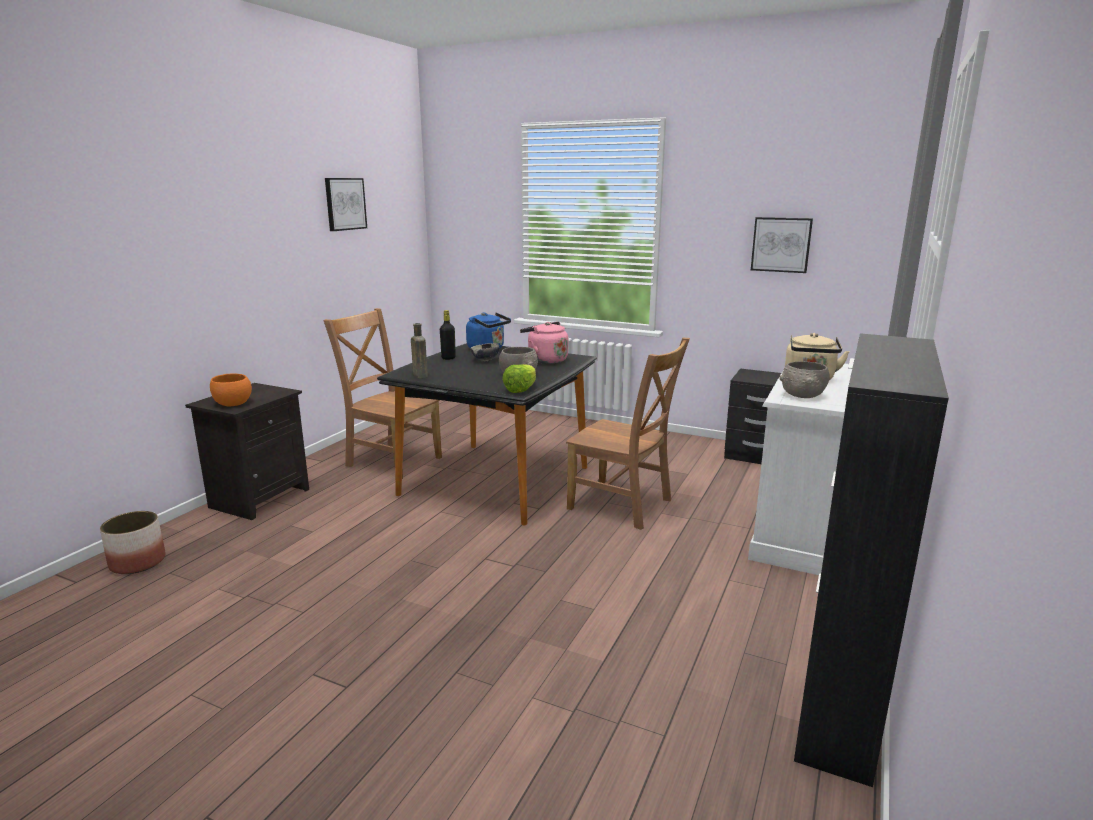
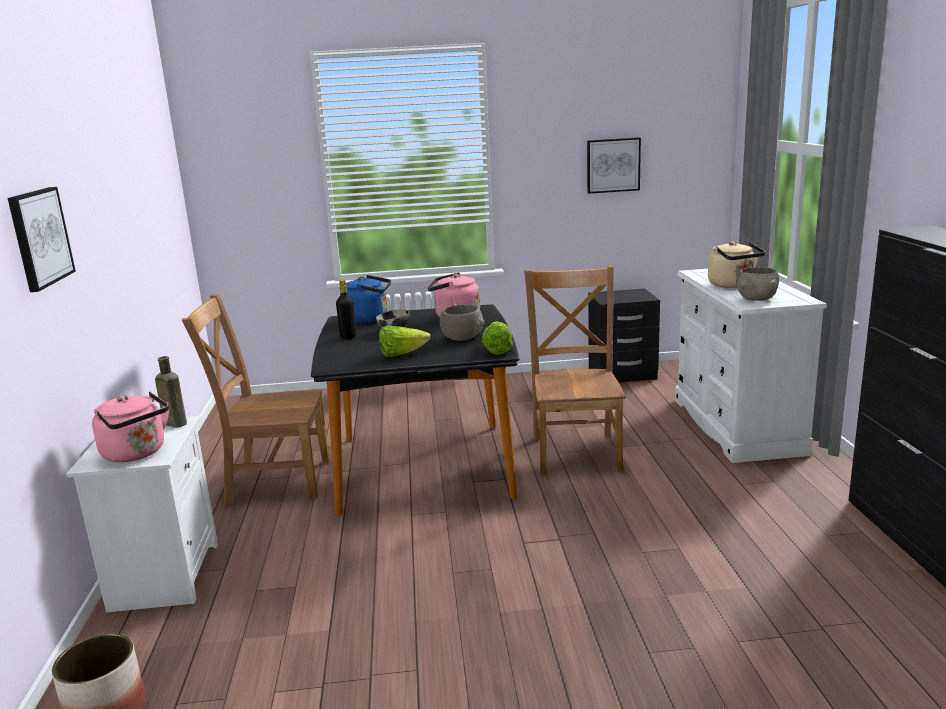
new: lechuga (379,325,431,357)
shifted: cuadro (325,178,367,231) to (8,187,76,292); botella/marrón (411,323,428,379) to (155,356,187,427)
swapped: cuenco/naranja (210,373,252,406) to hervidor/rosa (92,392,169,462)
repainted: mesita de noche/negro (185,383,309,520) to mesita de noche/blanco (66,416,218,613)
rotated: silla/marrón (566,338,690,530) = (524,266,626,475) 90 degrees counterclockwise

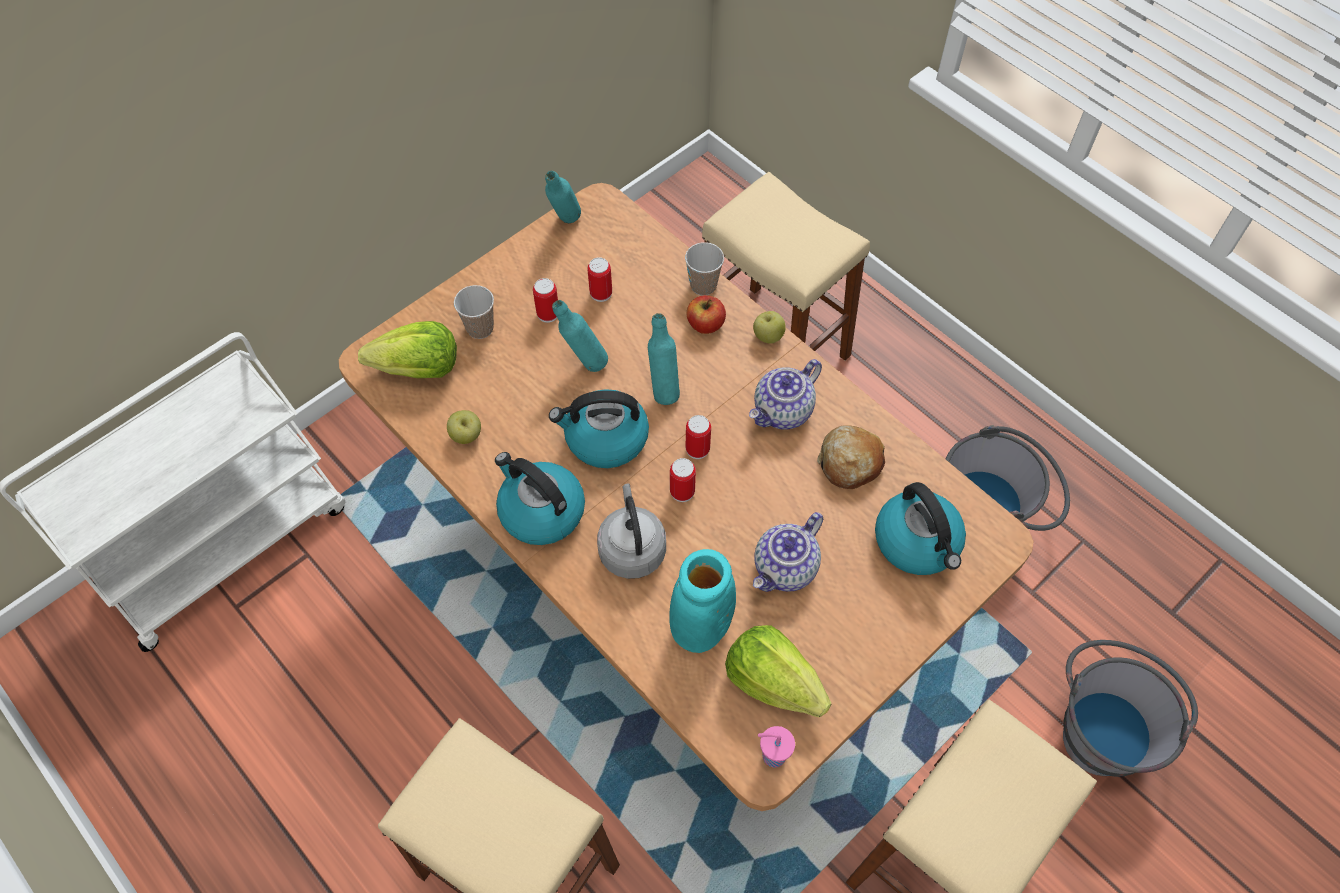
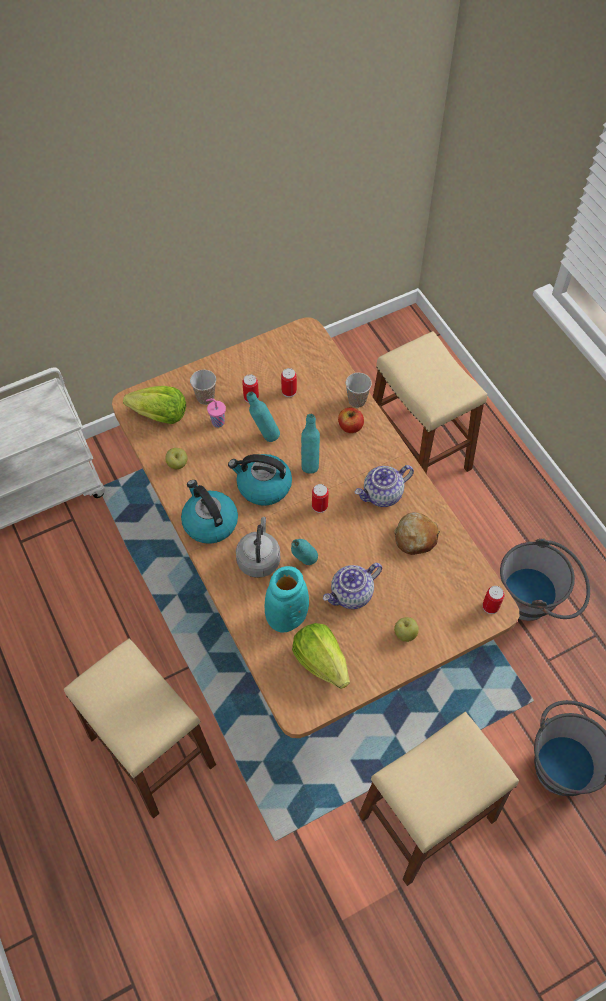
gone: hervidor (875,482,966,575)
shifted: botella/turquesa (545,171,581,223) to (291,539,318,565); manzana (753,311,786,344) to (394,617,419,642); lata (670,458,696,502) to (483,586,504,614); taza/rosa (758,726,795,768) to (206,398,226,427)

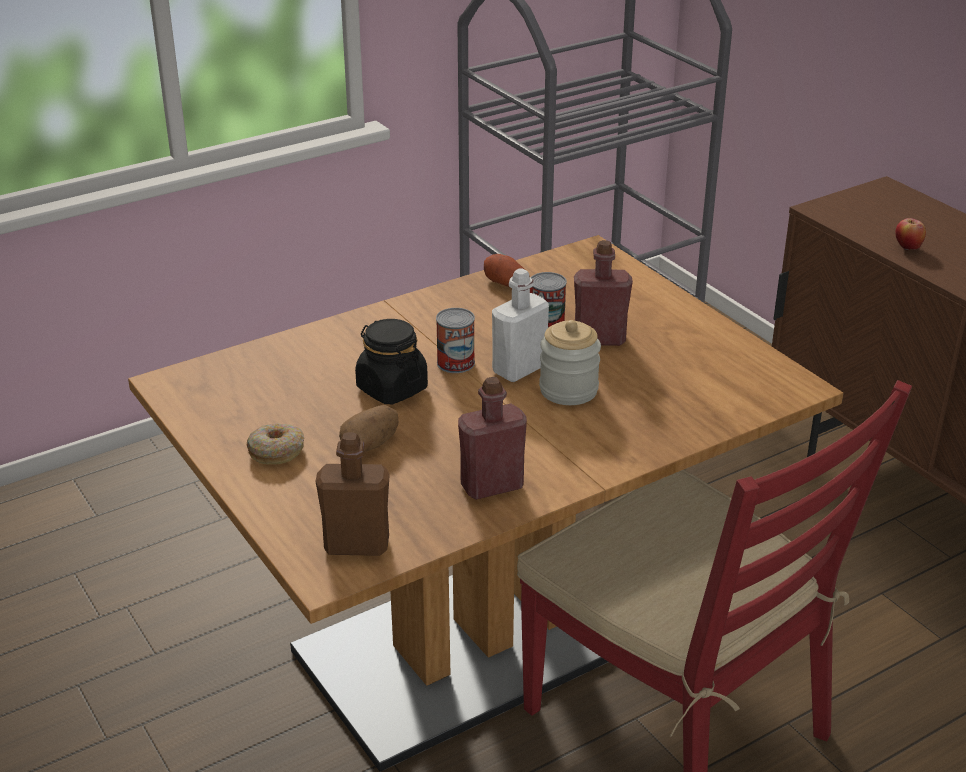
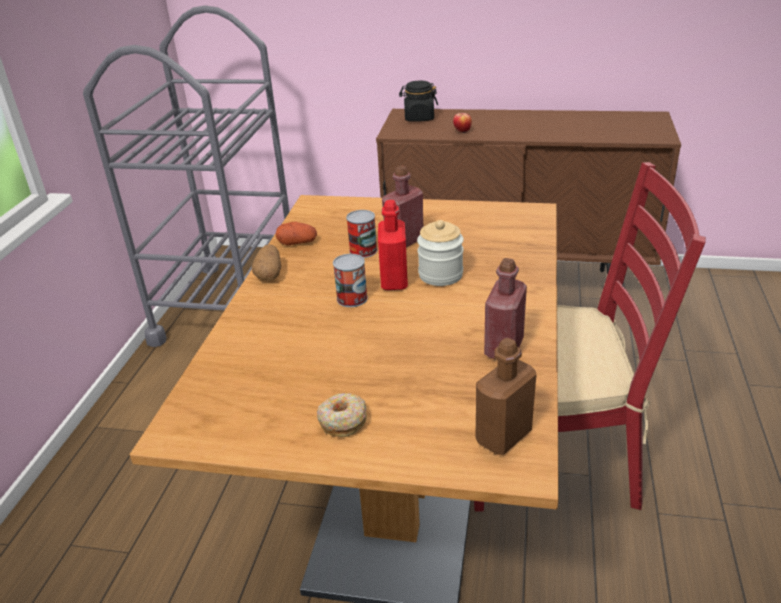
shifted: tarro/negro (355,319,428,404) to (399,81,438,122); patata (339,405,398,452) to (252,245,281,281)
repainted: botella/blanco (492,268,549,382) to botella/rojo (378,200,408,290)

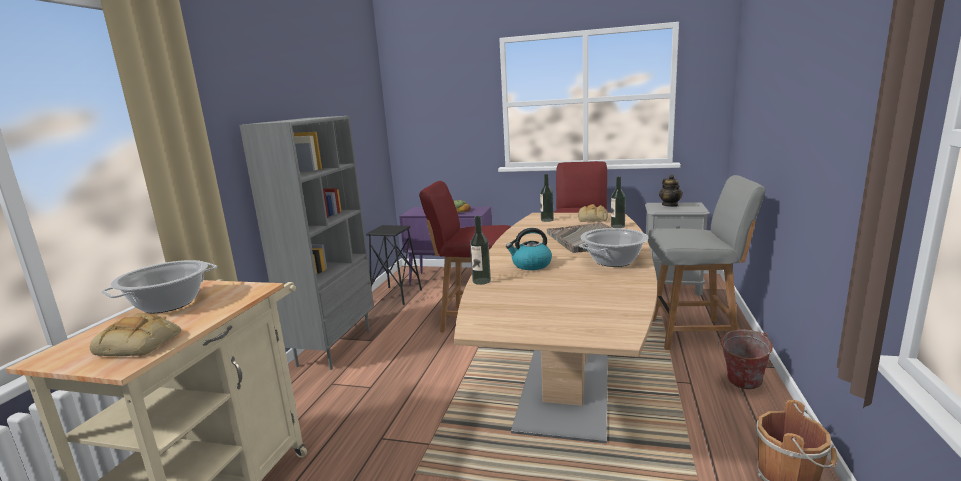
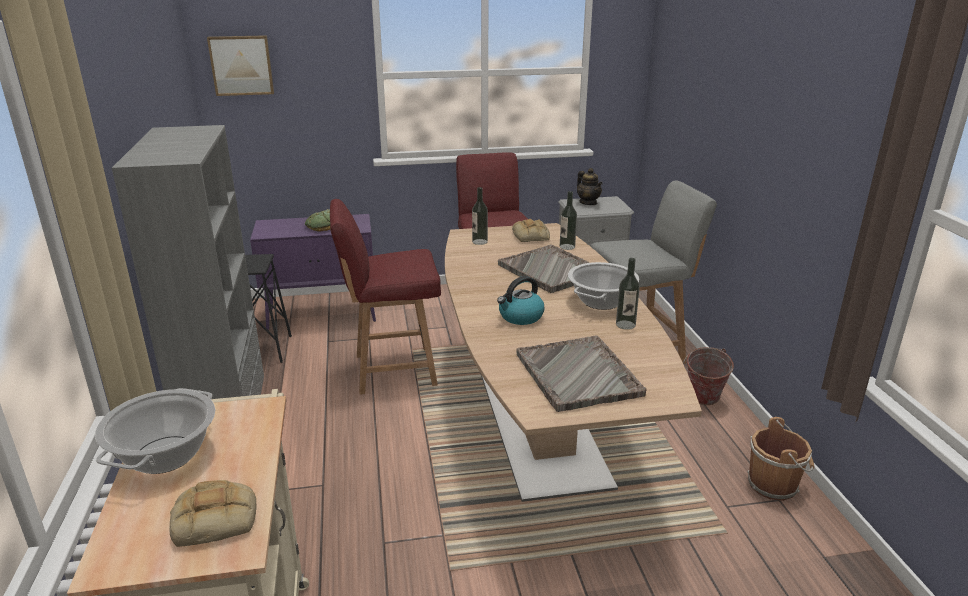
new: cuadro (207,35,274,96); bandeja/gris (516,336,647,412)
shifted: botella (470,216,491,285) to (616,258,640,330)

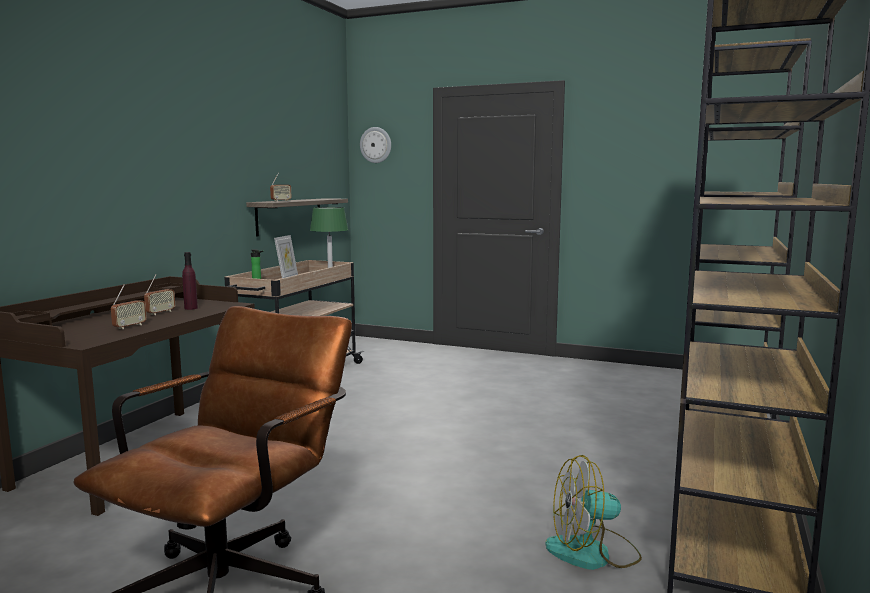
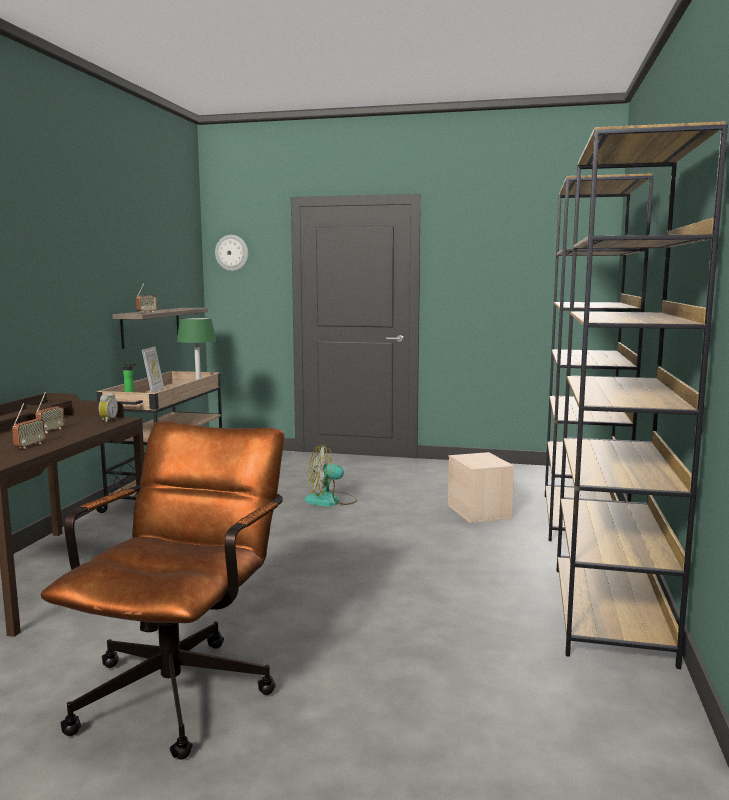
gone: botella/morado (182,252,198,310)
new: despertador (99,392,118,423); caja de almacenaje/beis (447,452,514,523)
shifted: ventilador (545,455,642,570) to (305,445,357,506)

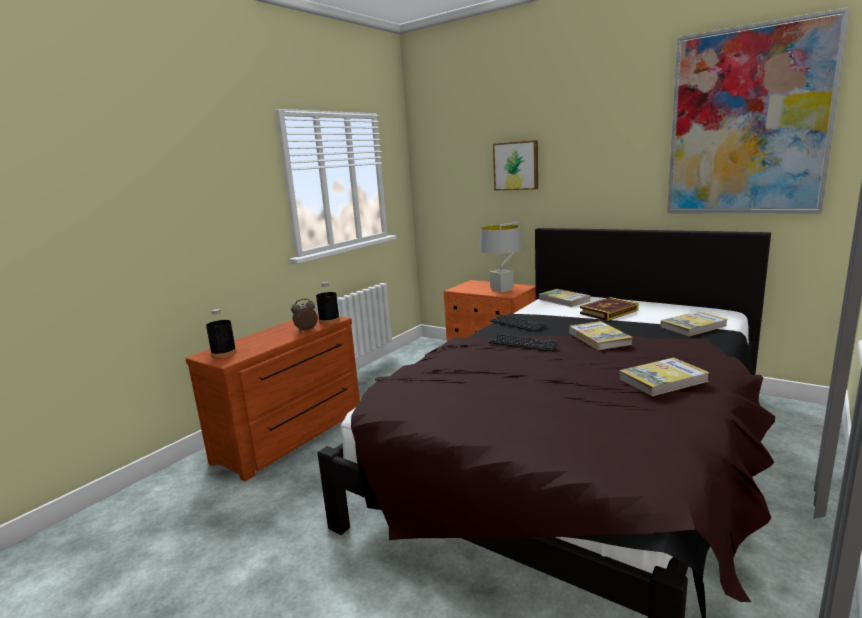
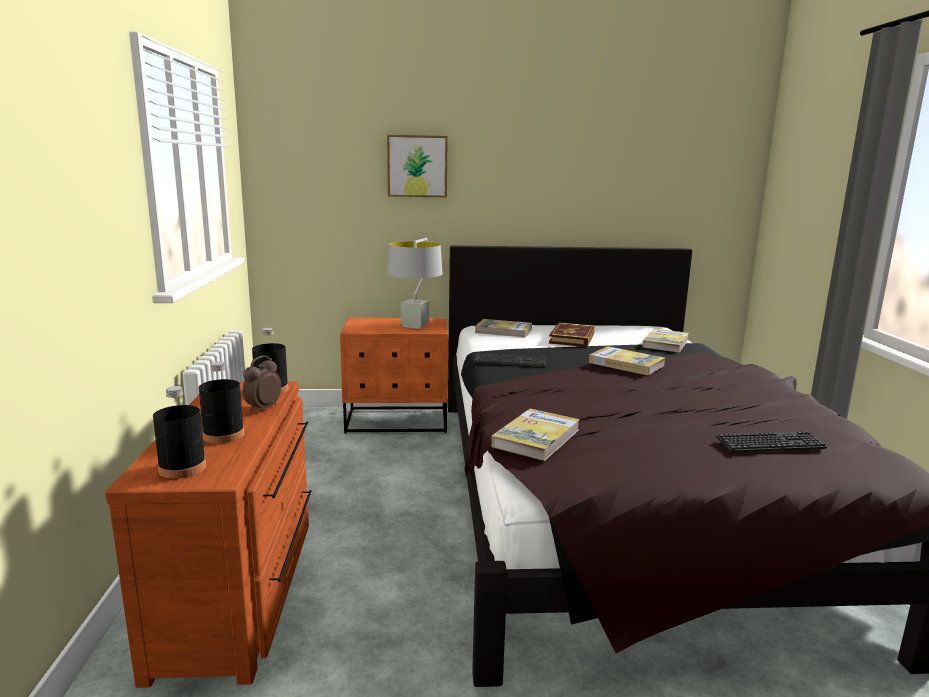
gone: cuadro (667,7,850,213)
new: botella/negro (199,361,244,444)
shifted: teclado (489,334,558,352) to (716,431,827,453); libro (619,358,710,396) to (492,409,580,461)

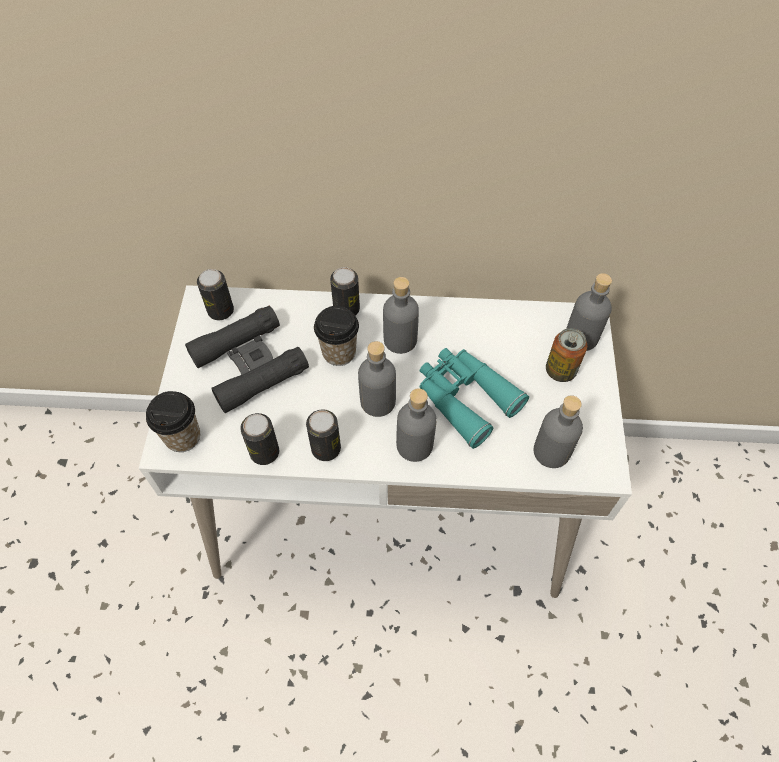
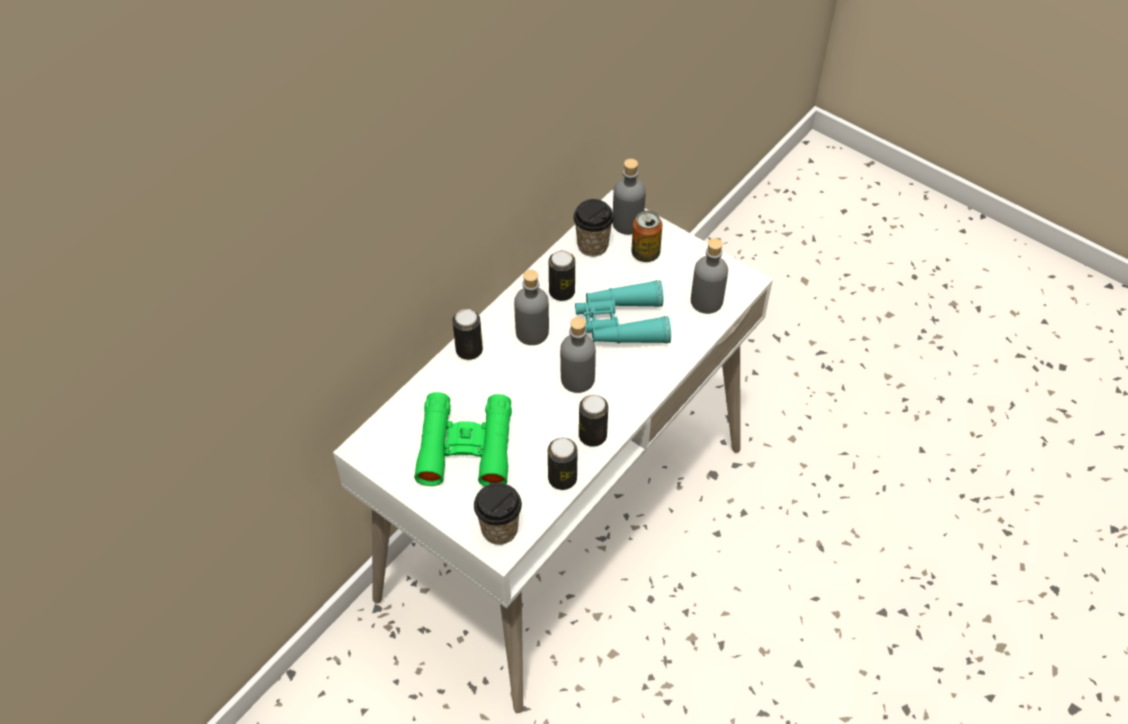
gone: botella/gris (396,388,437,462)
shifted: lata (197,269,234,320) to (549,250,575,301); taza (314,306,359,366) to (573,199,614,257)
repainted: prismáticos/negro (185,306,309,413) to prismáticos/verde (414,392,512,486)

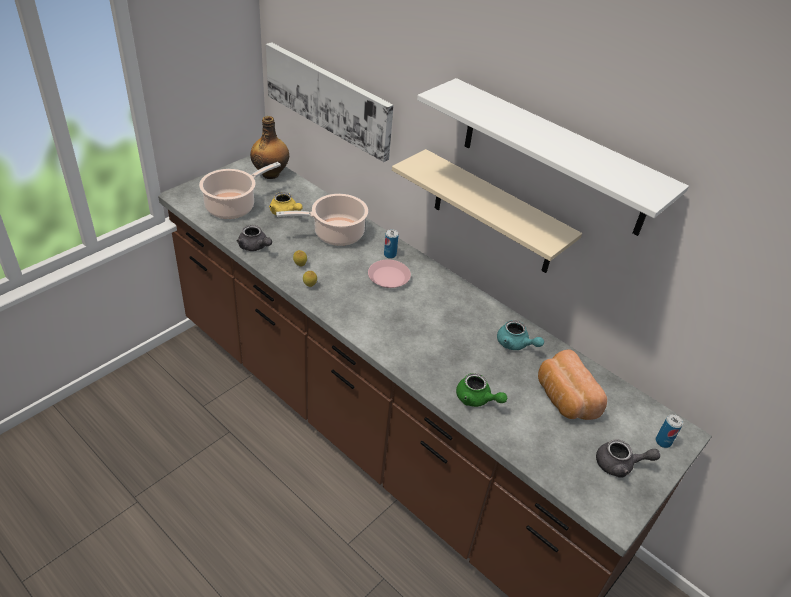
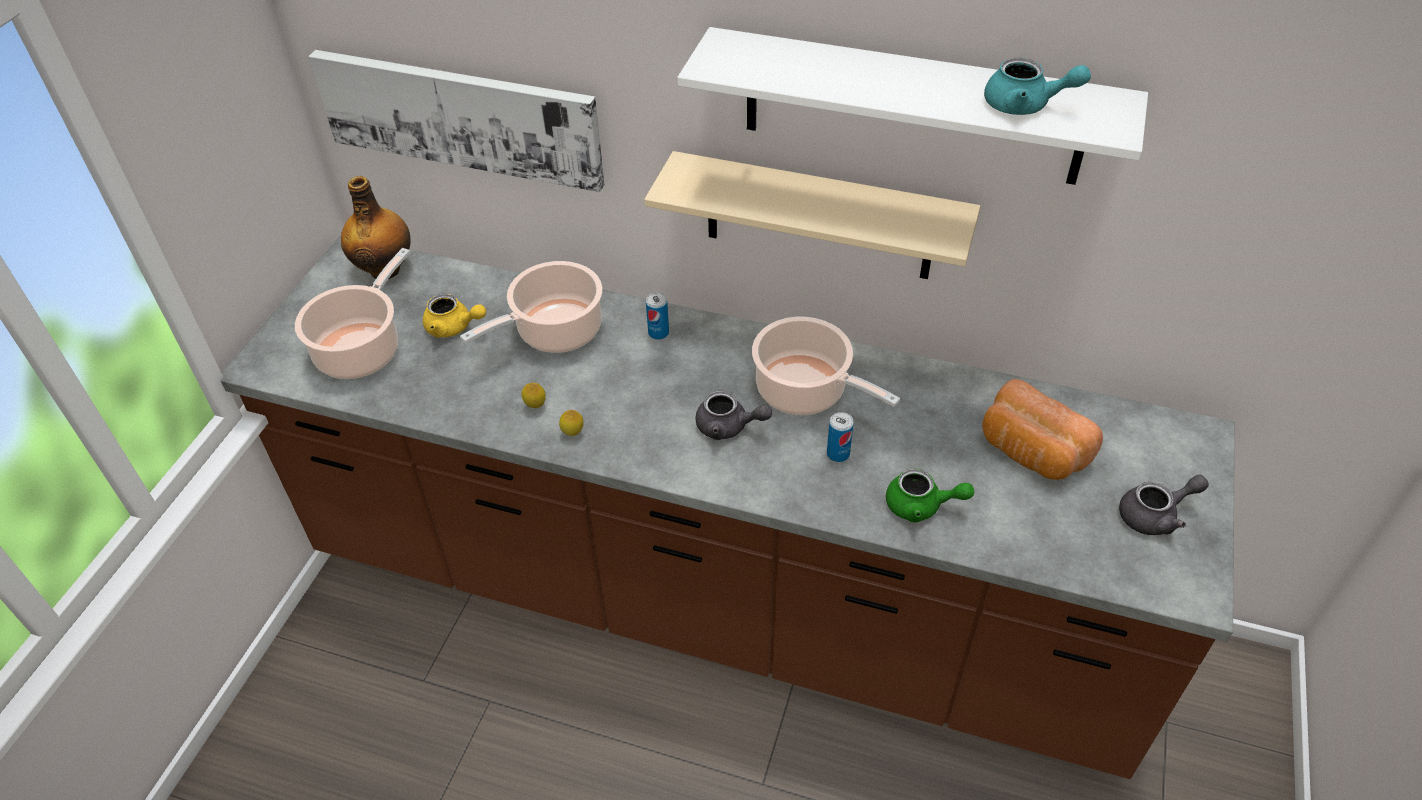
gone: plato/rosa (368,260,411,288)
new: olla (752,317,900,415)
shifted: tetera/gris (237,225,272,251) to (695,391,772,440); tetera/turquesa (497,320,544,350) to (984,57,1091,115); lata (656,414,683,448) to (827,412,854,462)

